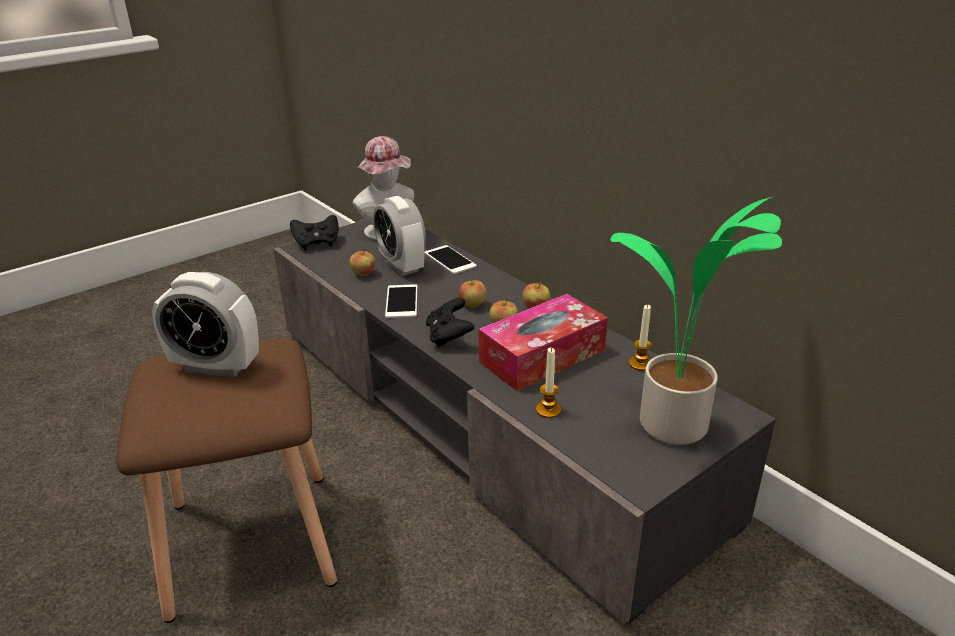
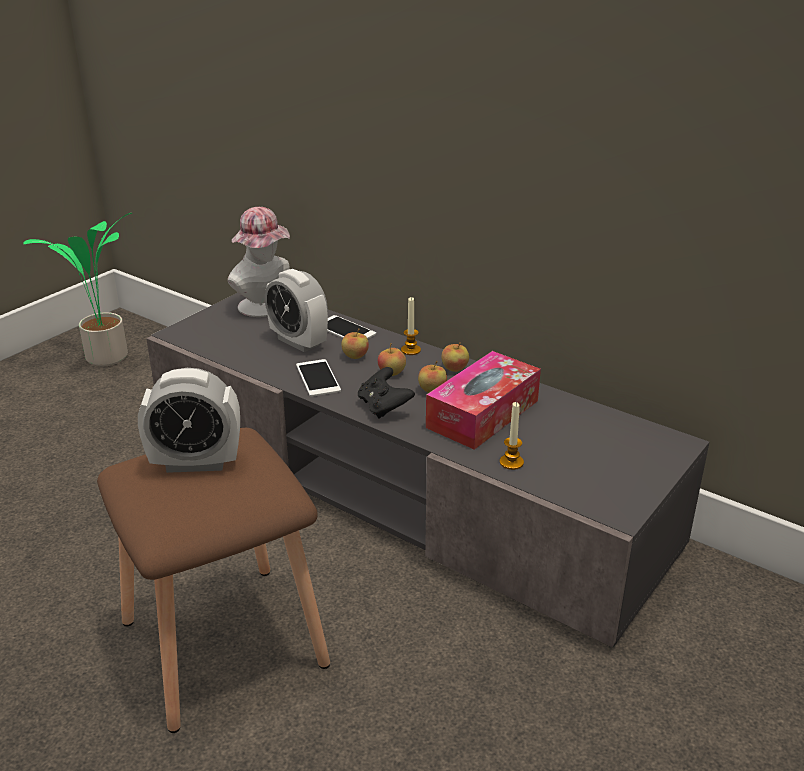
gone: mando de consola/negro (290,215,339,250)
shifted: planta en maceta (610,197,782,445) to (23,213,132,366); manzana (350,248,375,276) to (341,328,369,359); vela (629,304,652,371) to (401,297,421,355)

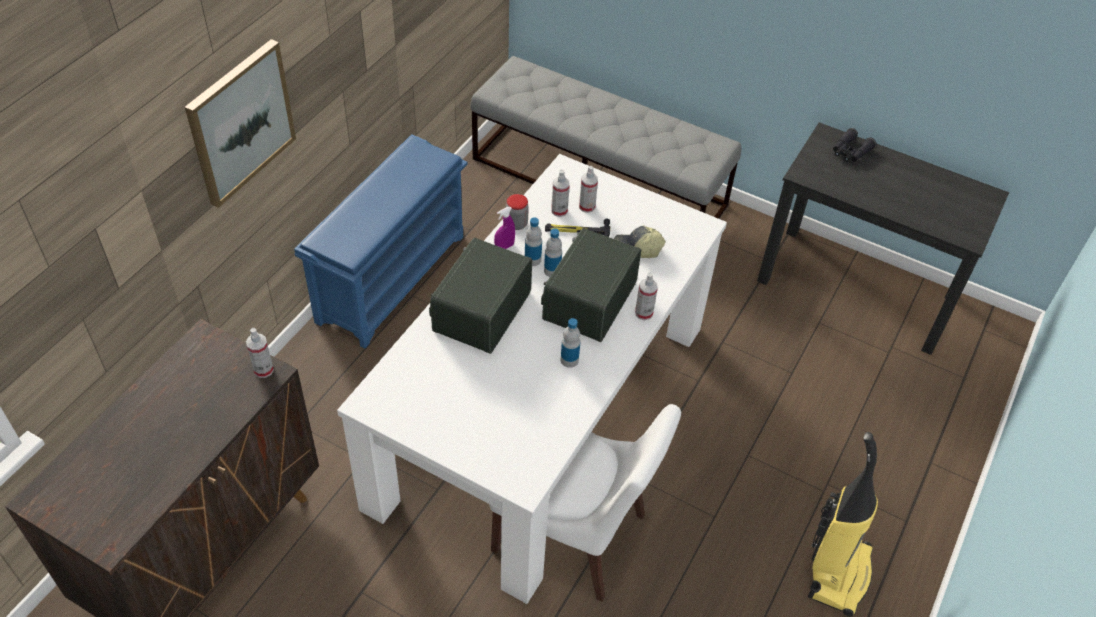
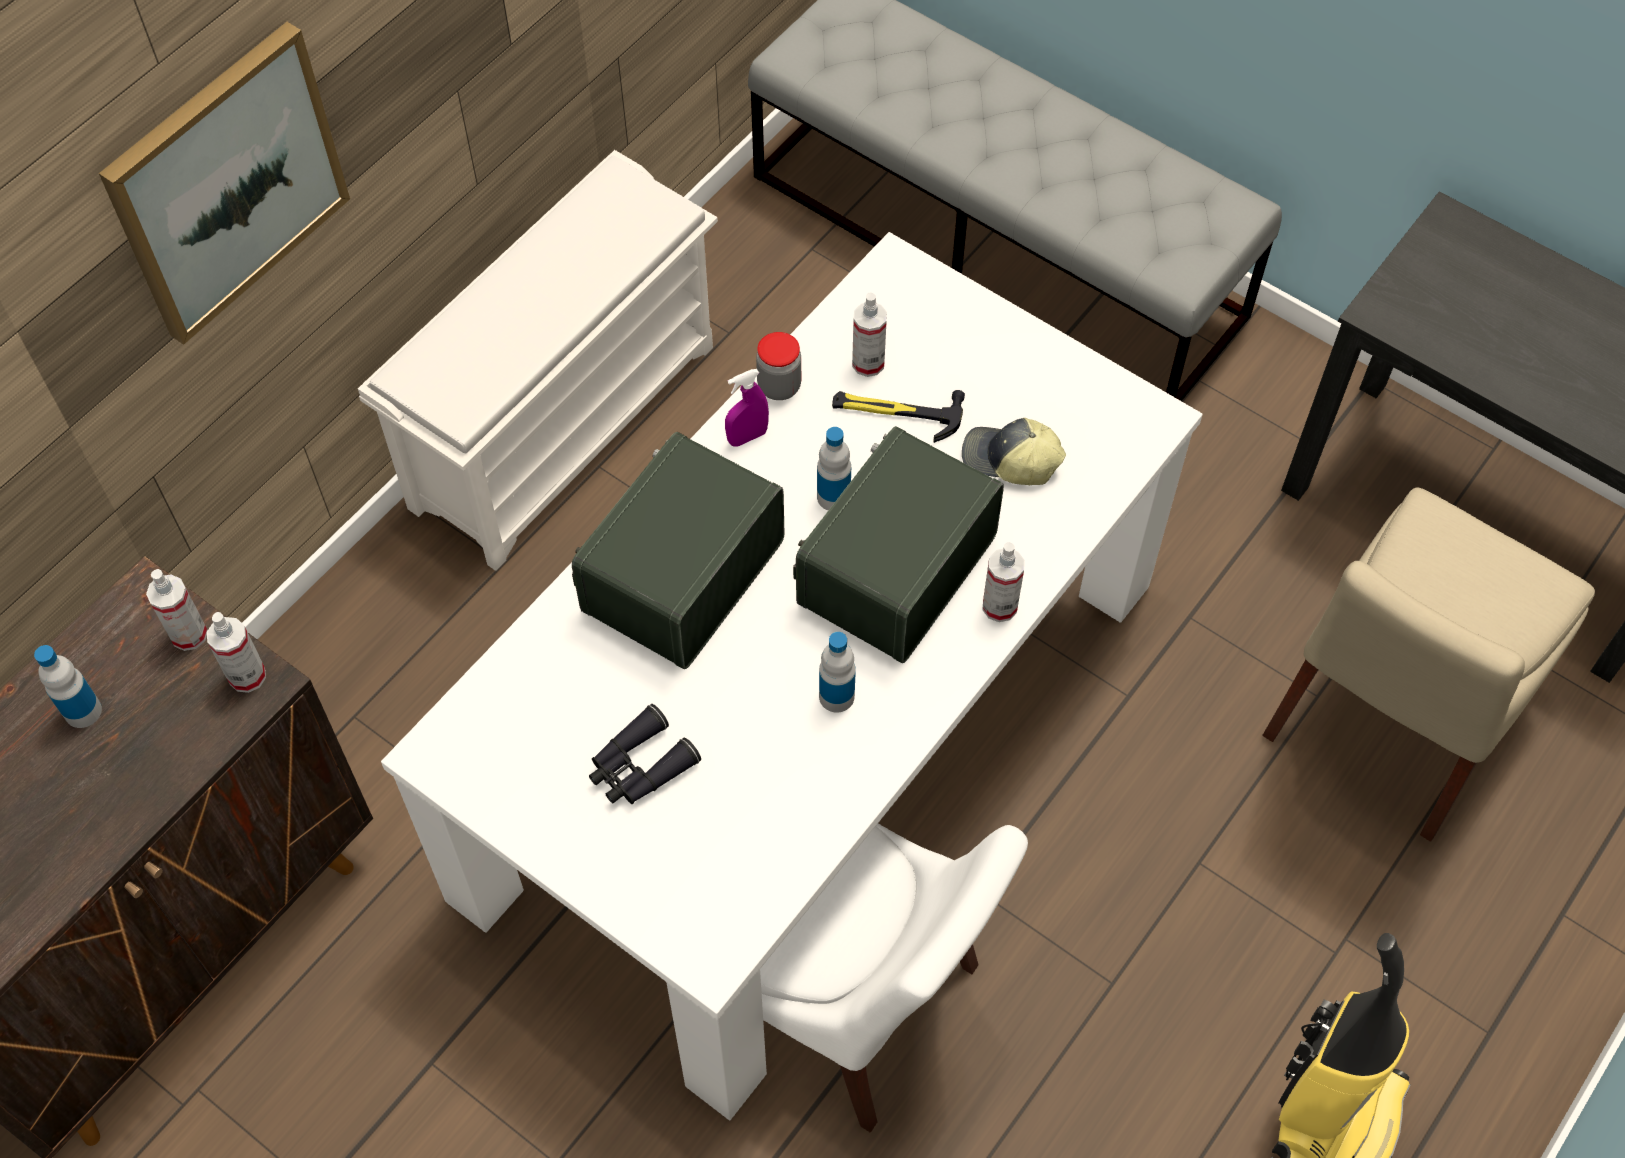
new: silla/beis (1262,487,1595,842)
shifted: prismáticos/negro (833,128,876,162) to (589,704,701,804); pulverizador (579,166,598,213) to (146,569,208,651); botella (525,217,542,266) to (34,645,102,728)
repainted: zapatero/azul (294,134,467,348) to zapatero/blanco (358,150,718,571)

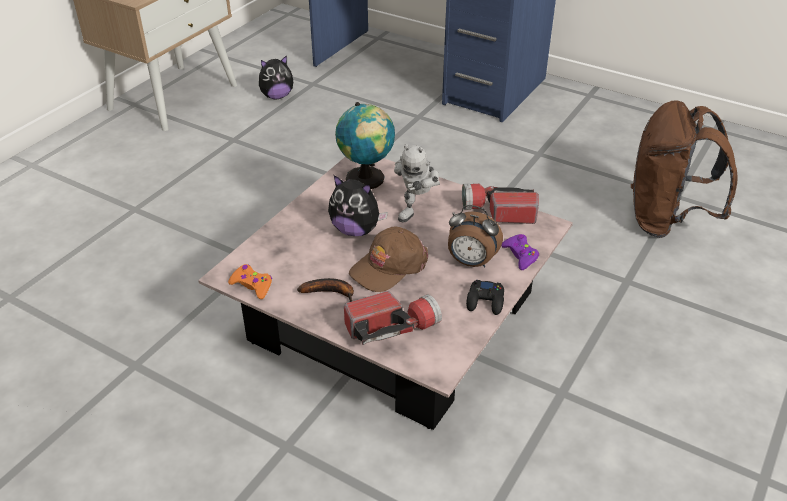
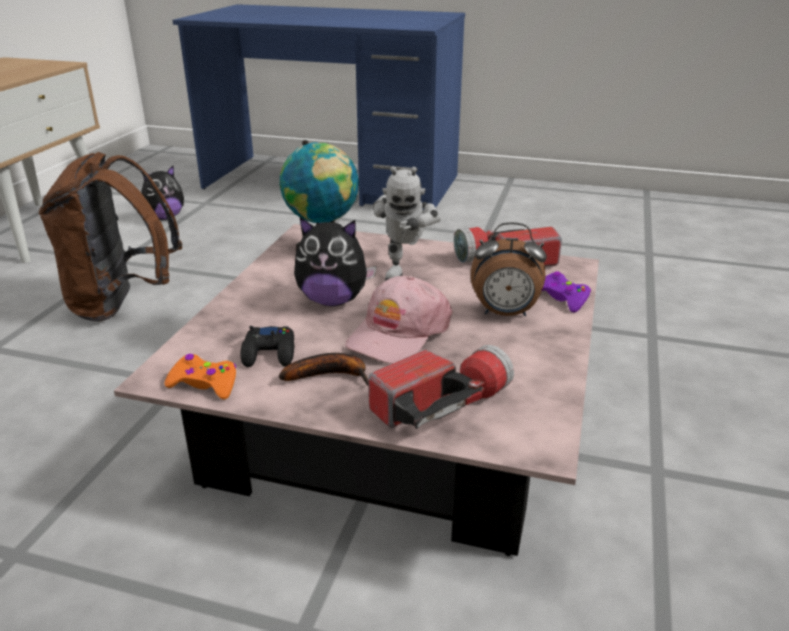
shifted: mochila/marrón (631,100,738,238) to (39,152,182,322); mando de consola/negro (466,280,504,315) to (240,326,294,367)
repainted: gorra/marrón (349,227,428,292) to gorra/rosa (345,276,452,364)

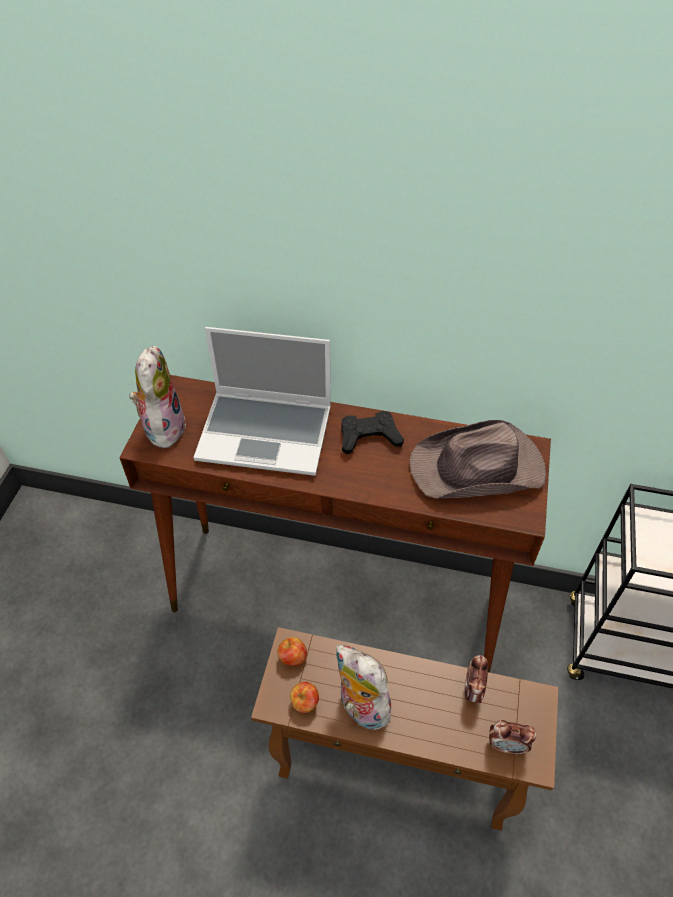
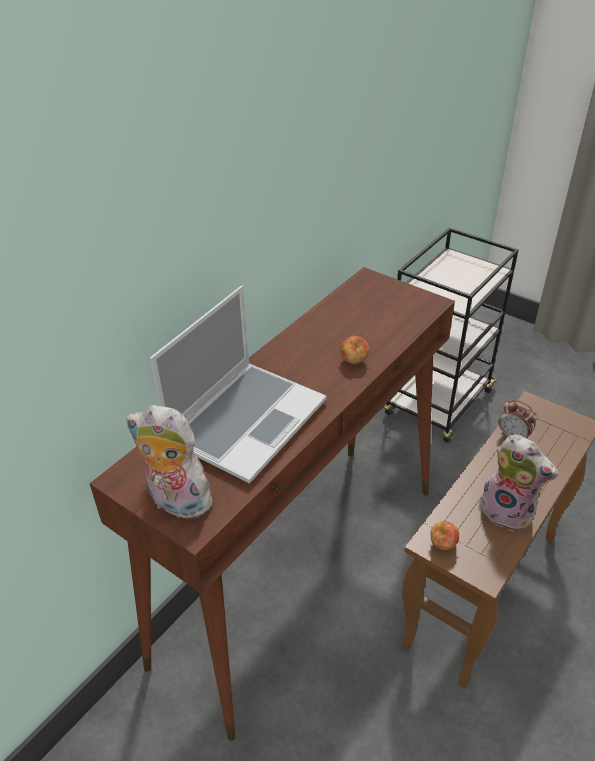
gone: mando de consola/negro (341,411,404,455); sombrero/marrón (409,420,546,499); despertador (489,720,537,754)
shifted: manzana (290,682,319,713) to (340,336,369,364)
rotated: peluche (336,645,396,730) = (479,434,558,532) 120 degrees counterclockwise

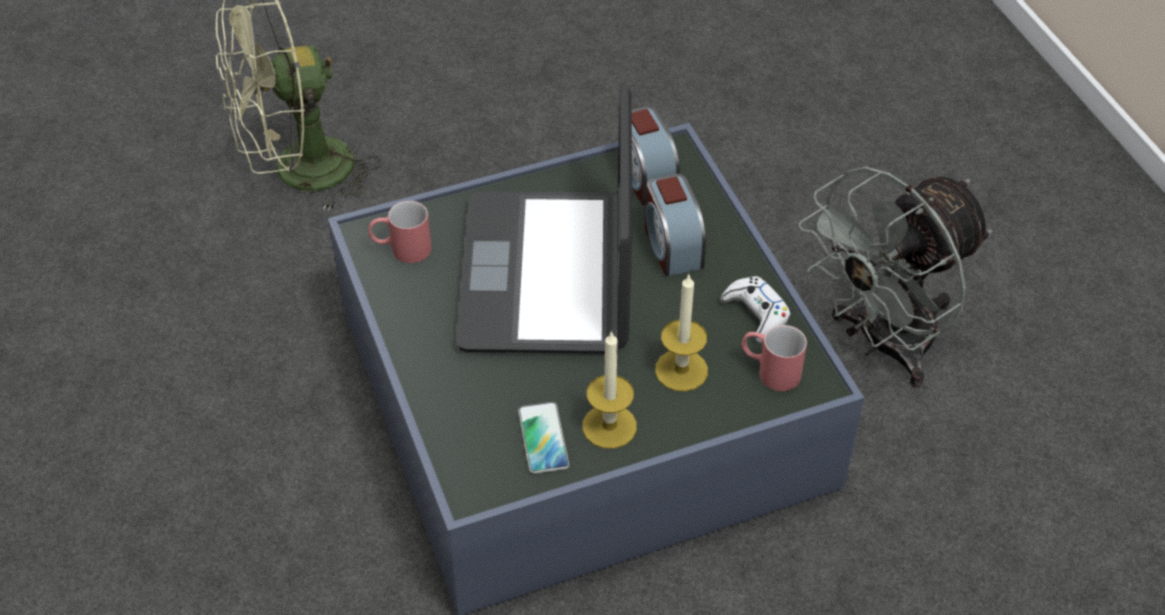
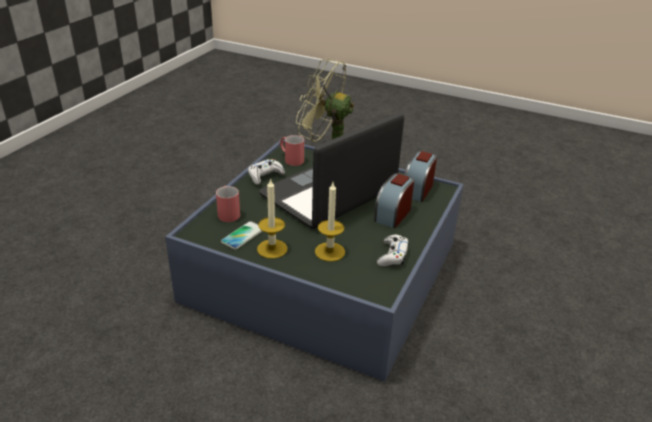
gone: ventilador/gris (799,167,993,387)
new: mando de consola/blanco (248,159,285,185)
shifted: taza grande/rojo (741,325,807,391) to (216,186,240,222)

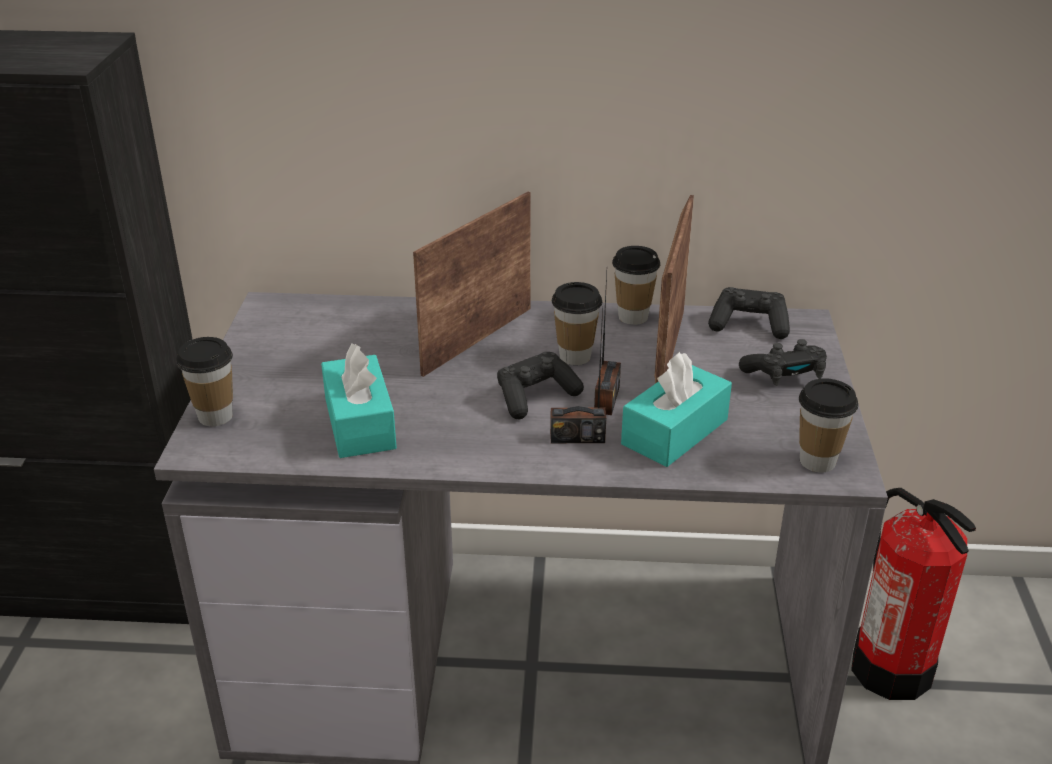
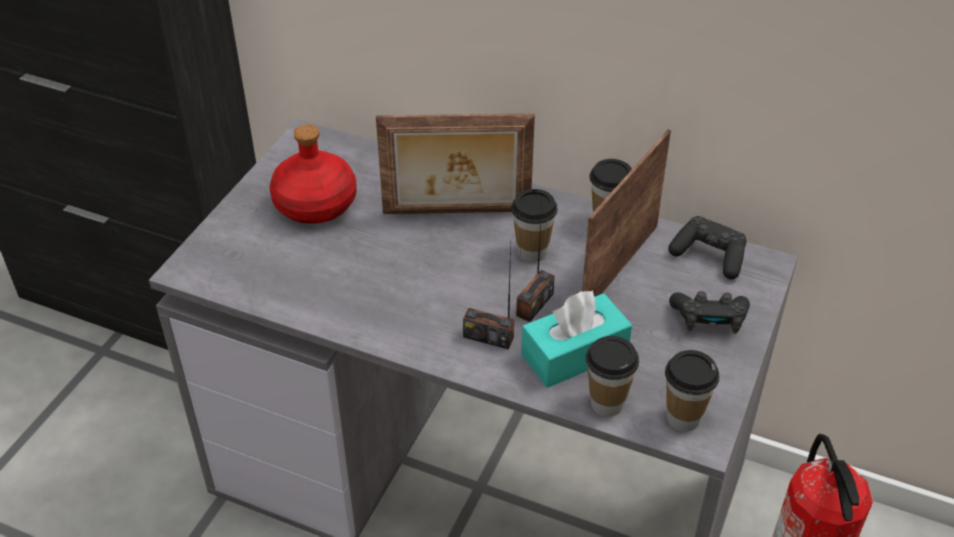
gone: caja de pañuelos/turquesa (321,343,397,458); mando de consola/negro (497,352,584,419)
new: botella/rojo (270,124,357,224)
shifted: taza (176,337,233,426) to (586,336,639,417)
rotated: portarretratos (413,192,531,377) = (376,113,535,214) 150 degrees counterclockwise

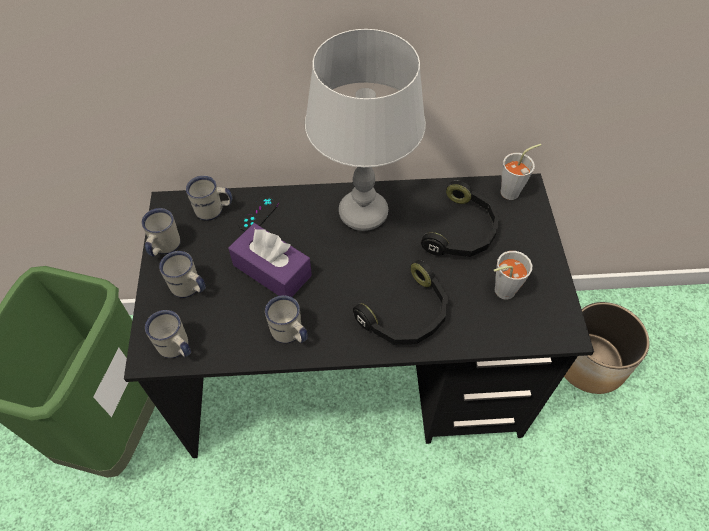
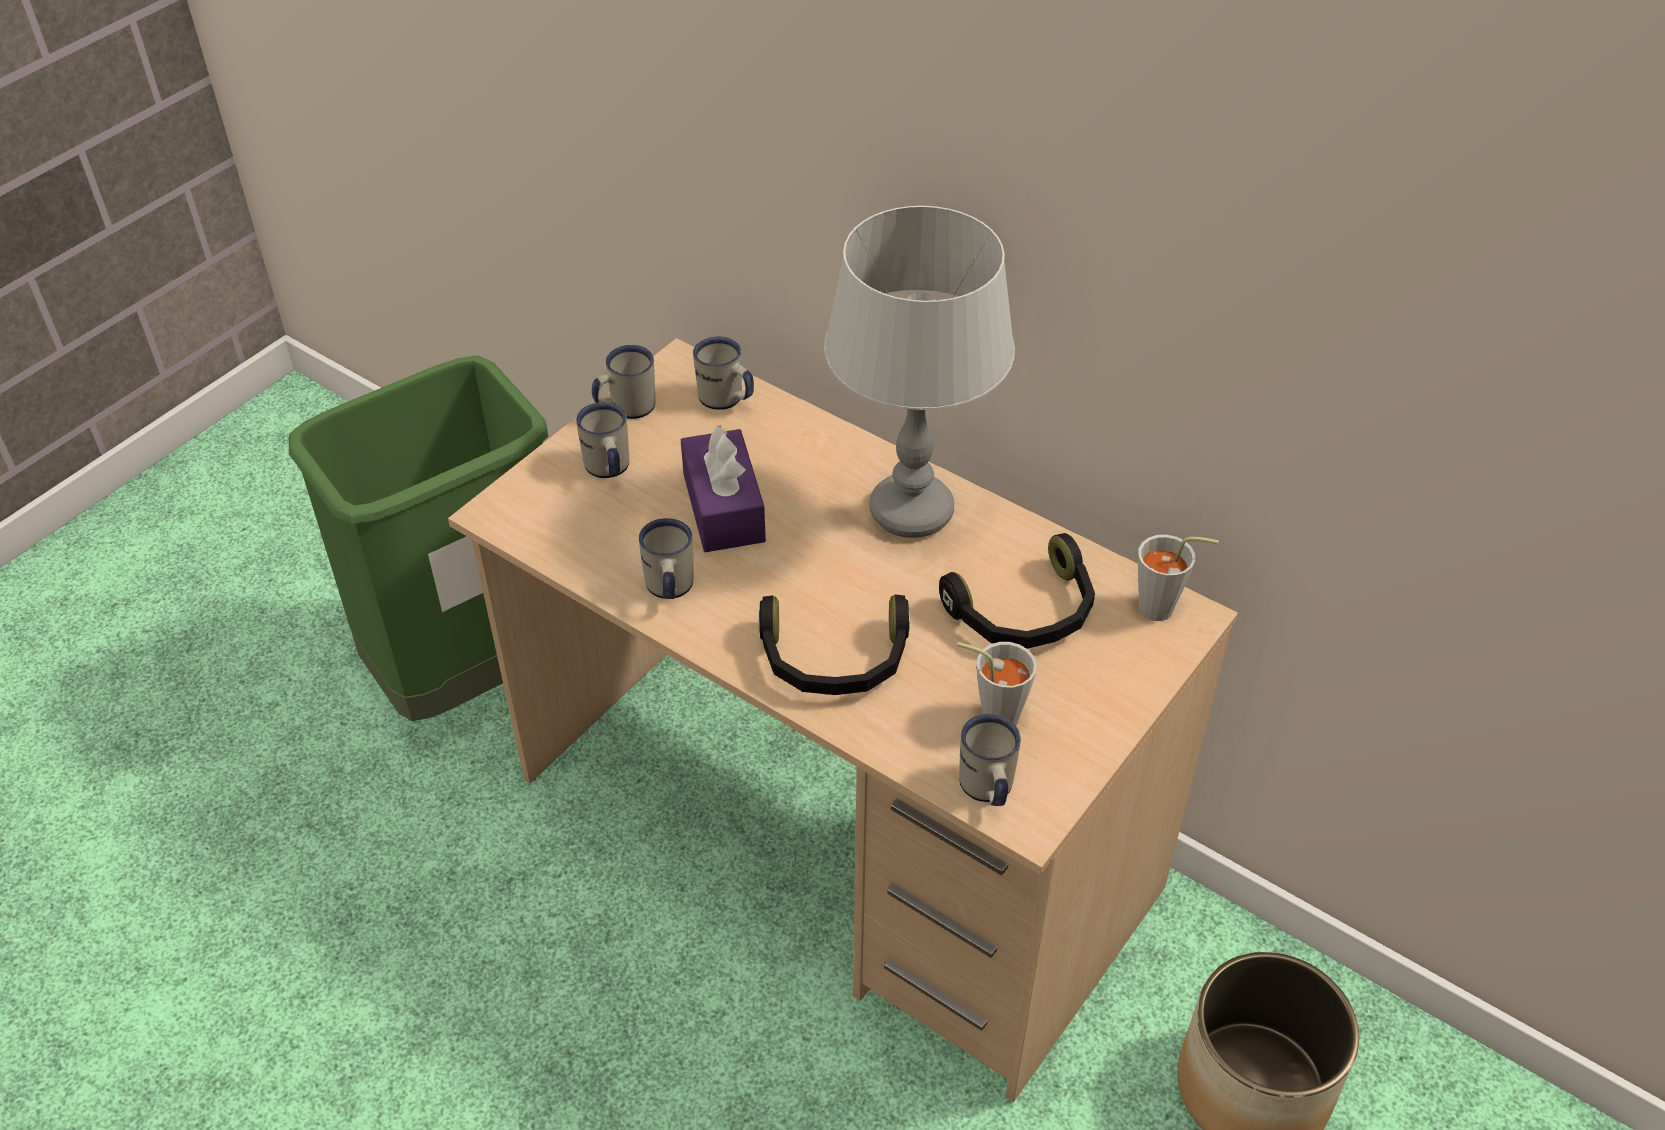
gone: mando de consola/negro (238,194,279,231)
shifted: taza grande/blanco (145,310,191,358) to (959,714,1021,806)
repainted: escritorio/negro (124,173,594,458) to escritorio/beis (448,338,1238,1102)

